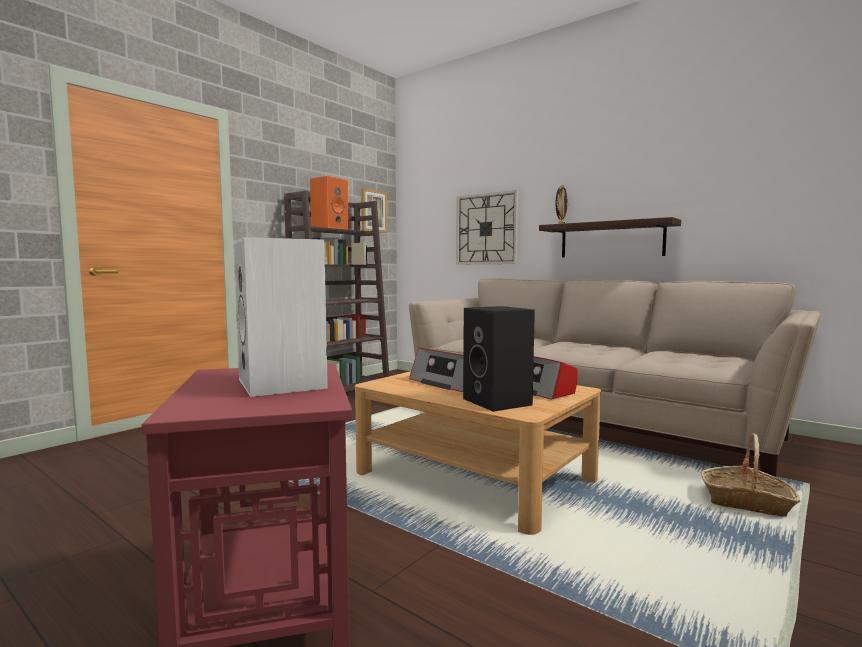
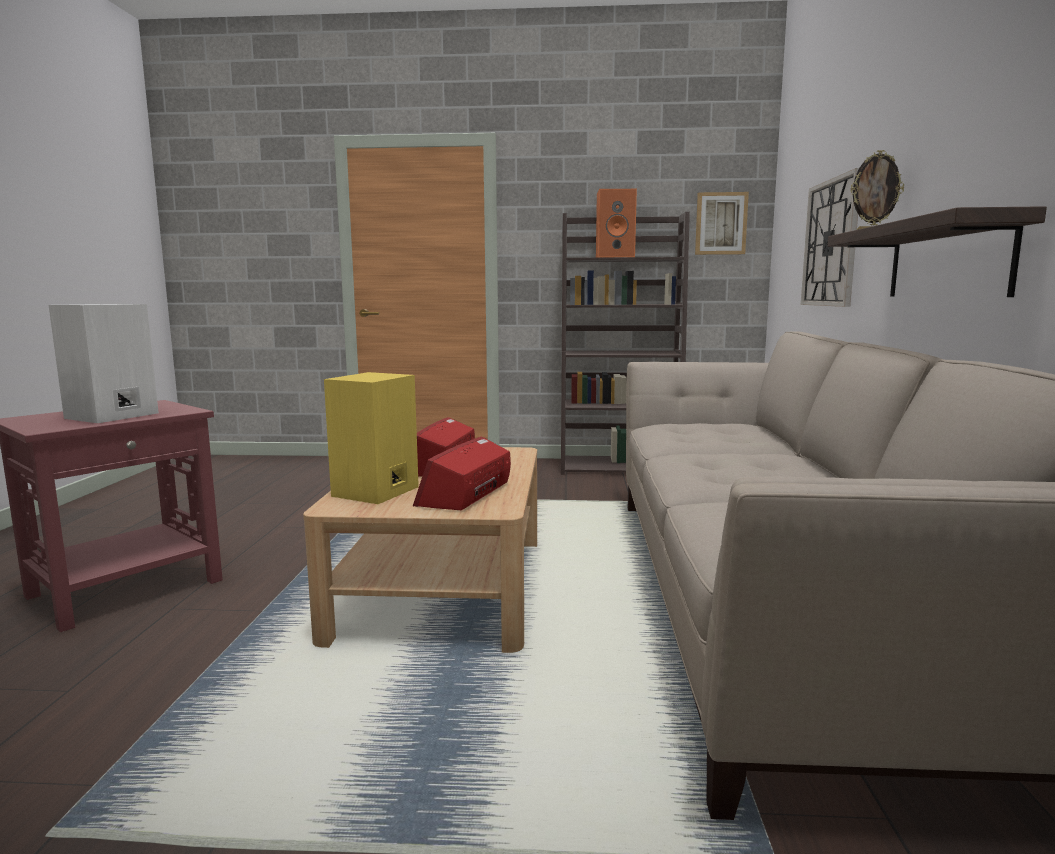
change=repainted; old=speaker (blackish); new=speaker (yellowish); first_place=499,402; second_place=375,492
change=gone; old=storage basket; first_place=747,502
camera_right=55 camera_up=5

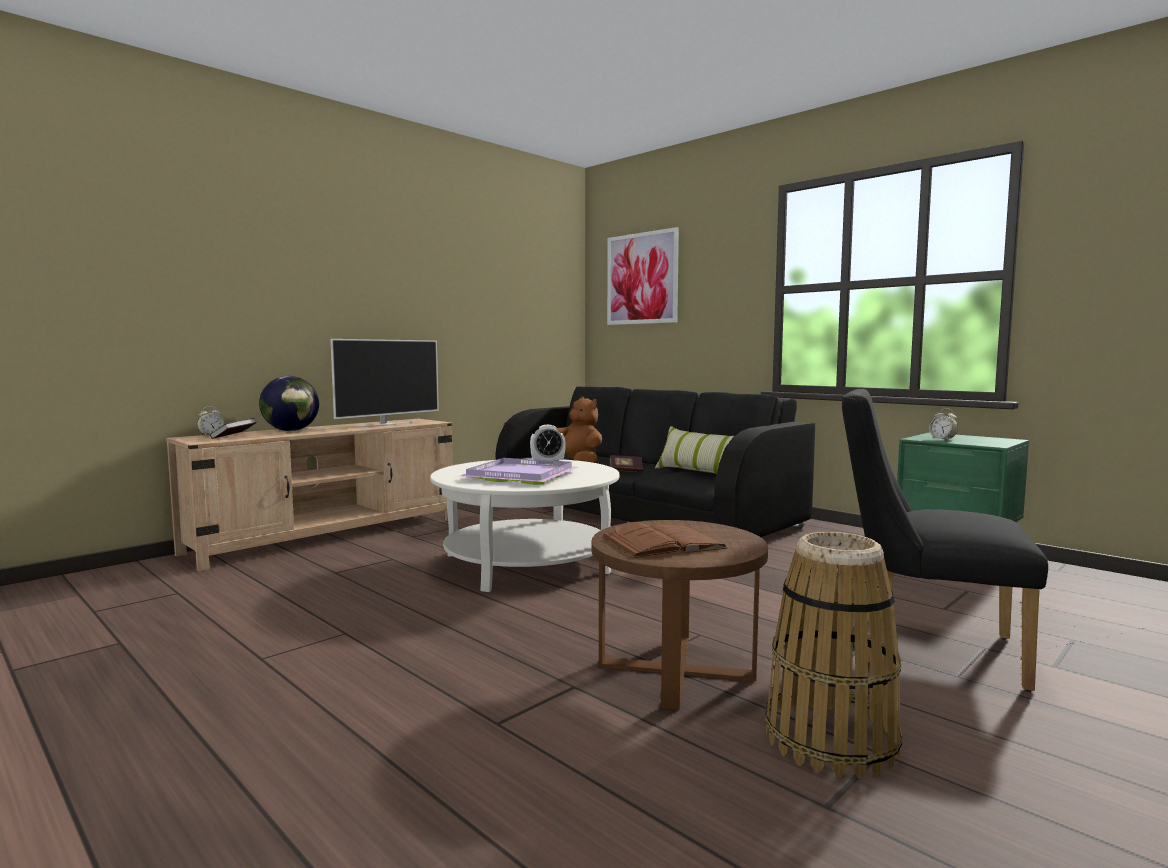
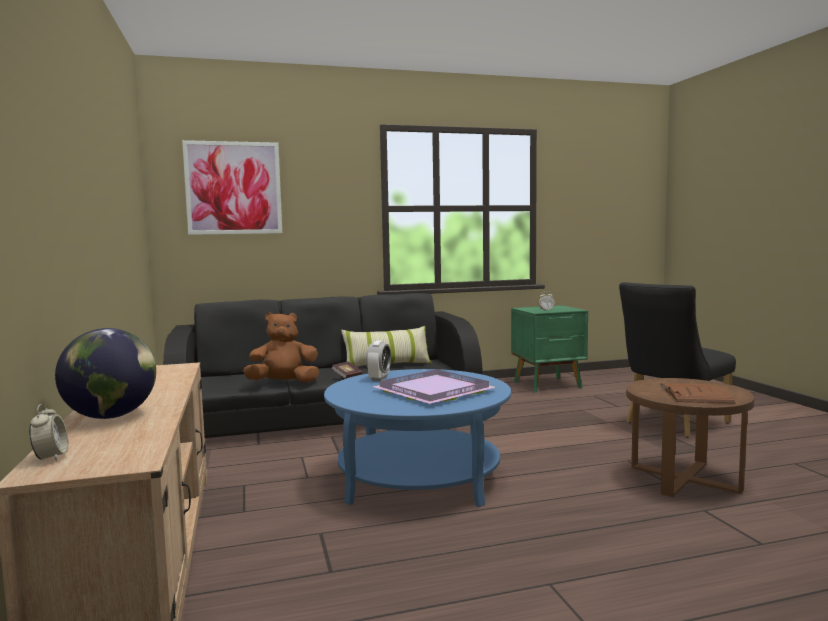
change=repainted; old=lounge table (white); new=lounge table (blue-coloured); first_place=527,563; second_place=419,477
change=gone; old=book; first_place=234,437
change=gone; old=television; first_place=386,424
change=gone; old=storage basket; first_place=831,740
camera_right=-60 camera_up=0

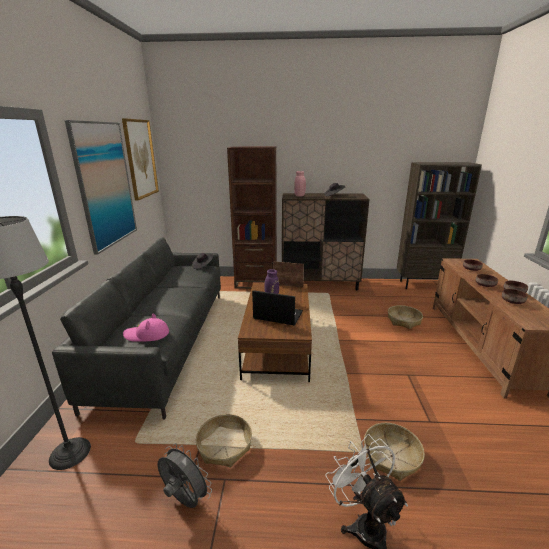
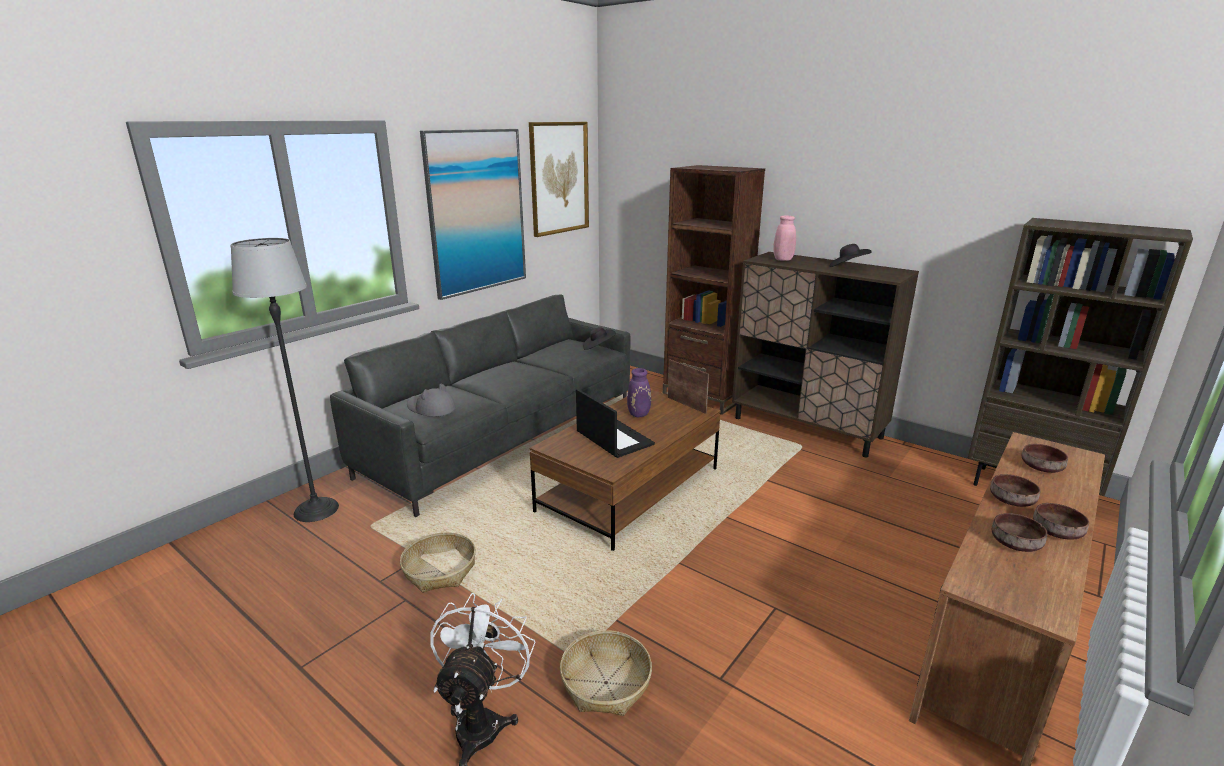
change=repainted; old=wearable hat (pink); new=wearable hat (gray); first_place=147,335; second_place=431,408
change=gone; old=cooling fan (gray); first_place=184,499
change=gone; old=storage basket; first_place=404,321
camera_right=35 camera_up=0

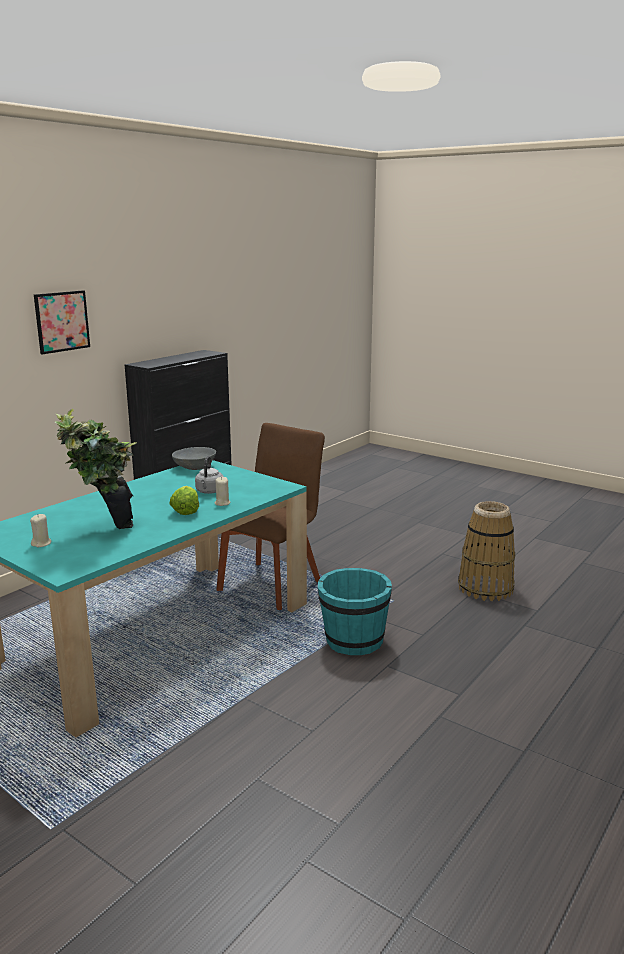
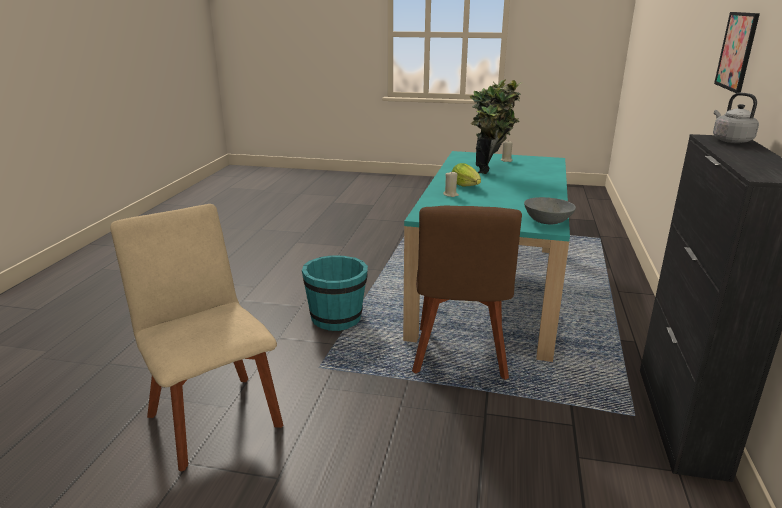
change=swapped; old=storage basket; new=upright chair (sand-coloured); first_place=485,588; second_place=213,416
change=shifted; old=kettle (gray); first_place=209,492; second_place=730,140
camera_right=155 camera_up=5

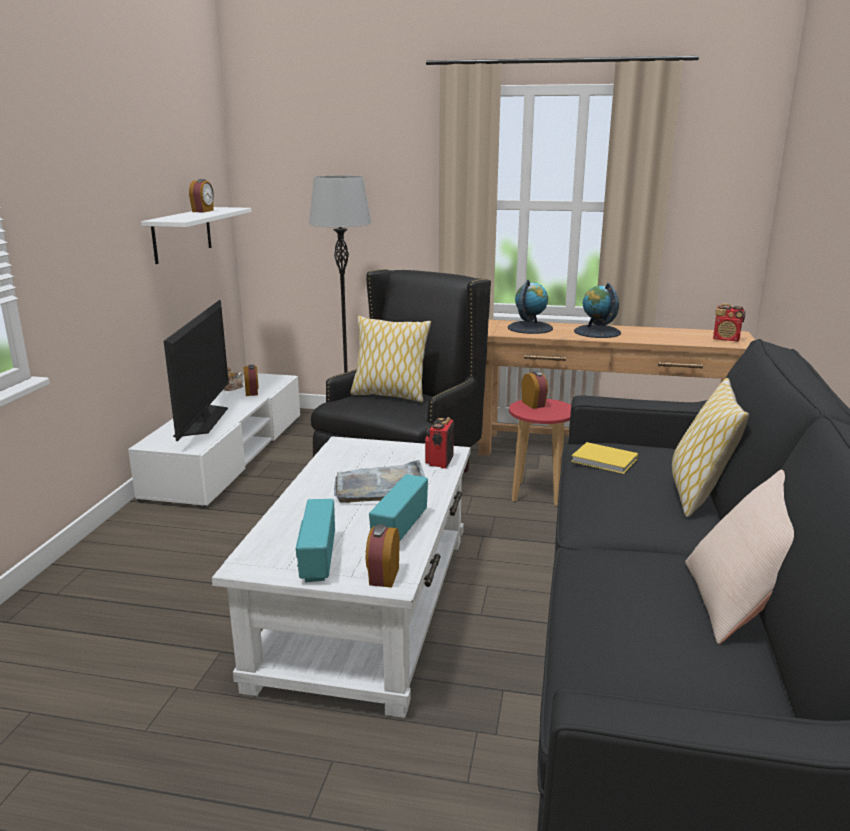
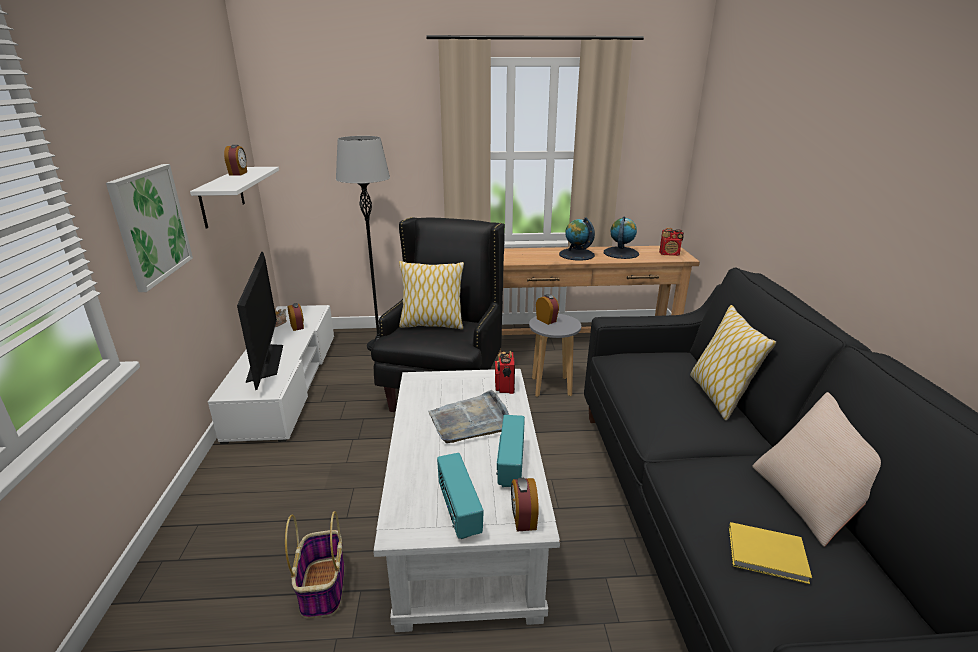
change=new; new=wall art; second_place=150,225
change=new; new=storage basket; second_place=322,586
change=repainted; old=sitting stool (red-coloured); new=sitting stool (gray); first_place=537,494; second_place=551,387
change=shifted; old=world globe; first_place=530,328; second_place=620,253
change=shifted; old=book (yellowish); first_place=605,461; second_place=769,556
camera_right=-15 camera_up=5

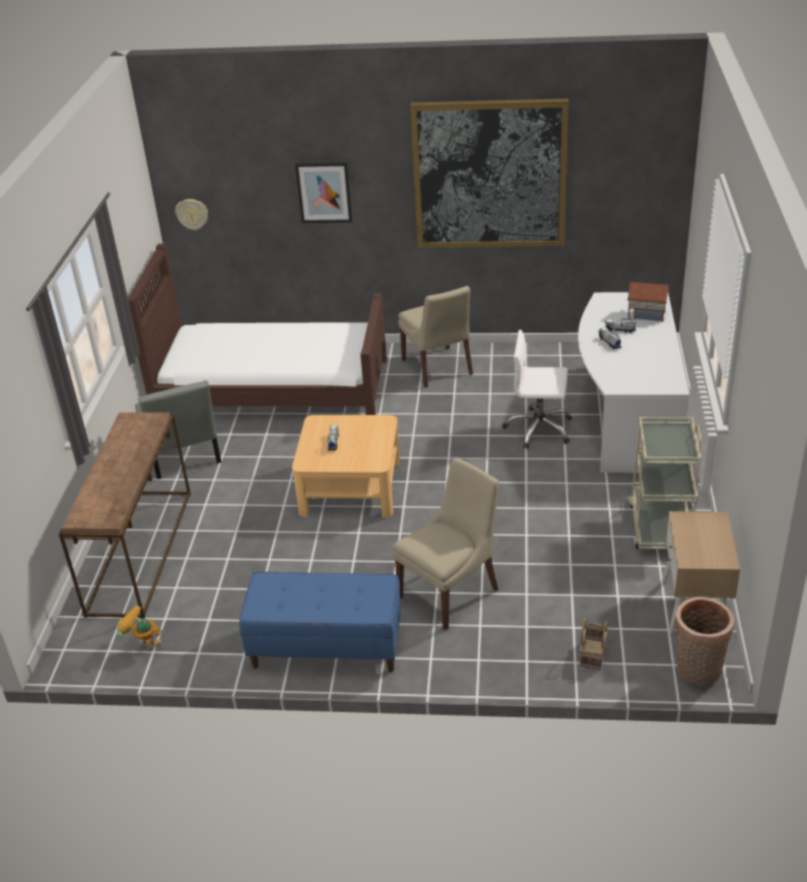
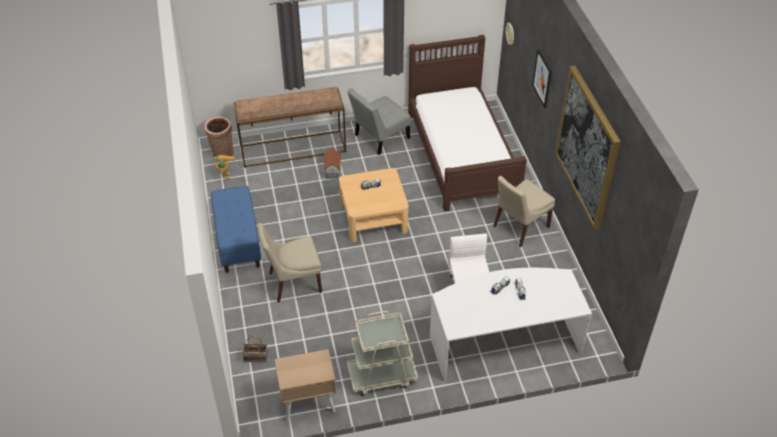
change=shifted; old=storage basket; first_place=697,671; second_place=222,153
change=rotated; old=upright chair (sand-coloured); first_place=450,591; second_place=293,283; degrees=135
change=shifted; old=model house; first_place=646,314; second_place=333,171
camera_right=70 camera_up=10

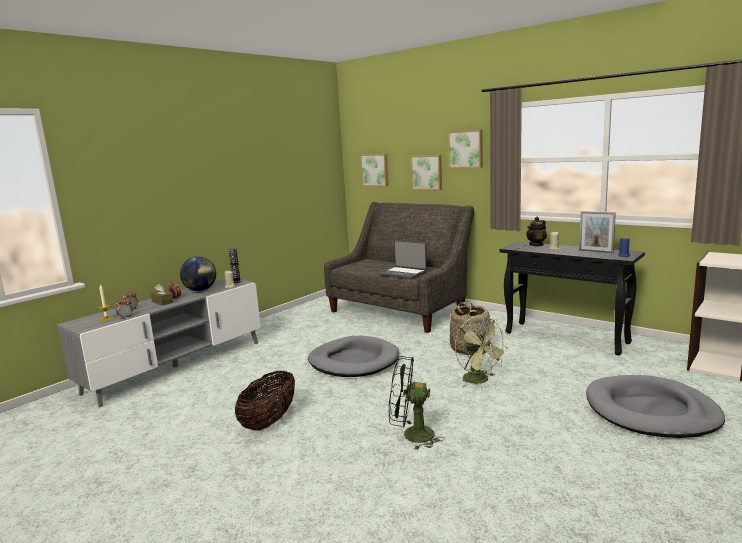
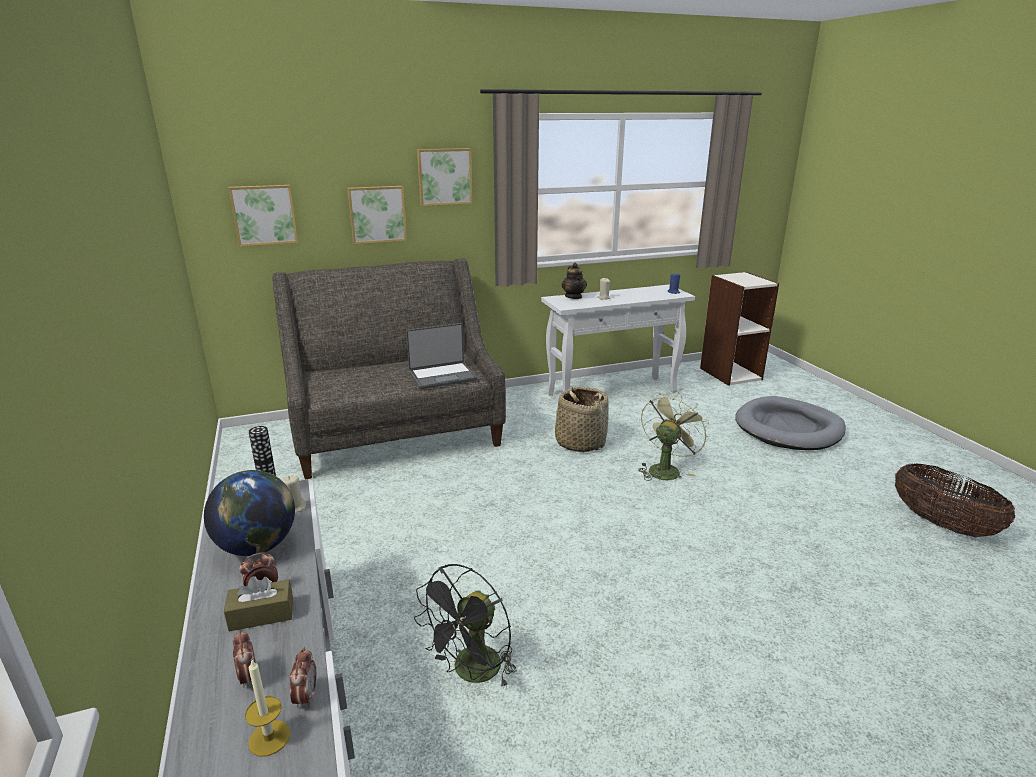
change=shifted; old=cooling fan (blackish); first_place=411,436; second_place=472,673
change=repainted; old=hall table (blackish); new=hall table (white); first_place=567,338; second_place=612,393
change=rotated; old=cooling fan (green); first_place=480,380; second_place=665,469; degrees=-60
change=shifted; old=storage basket; first_place=269,421; second_place=942,524
change=gone; old=dog bed (gray); first_place=353,361
change=gone; old=picture frame; first_place=595,251
camera_right=-60 camera_up=10

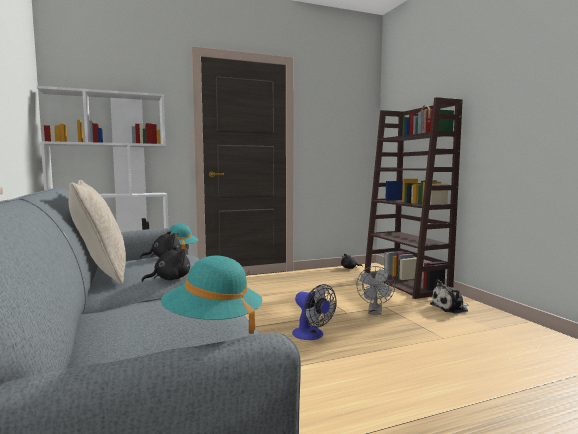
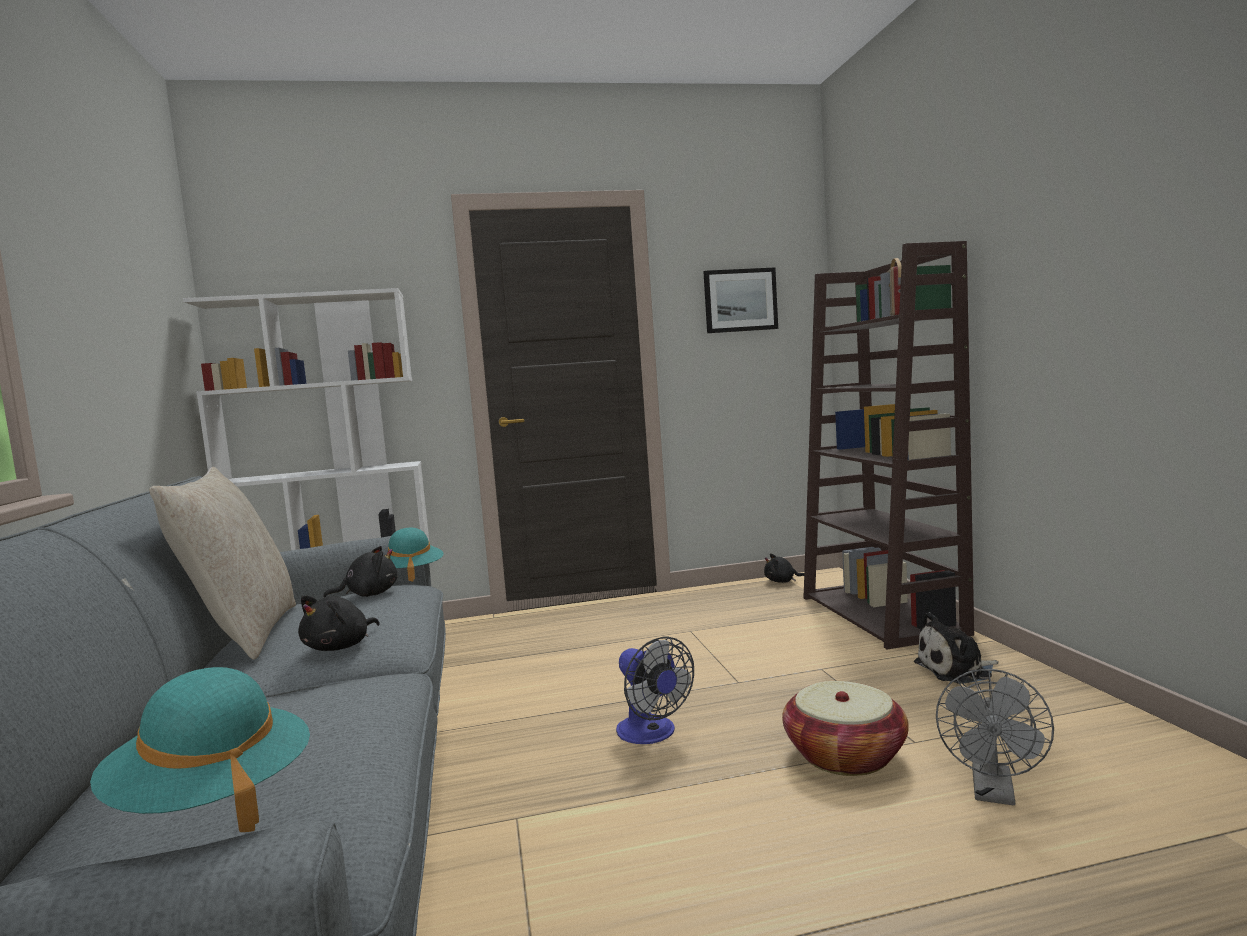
change=rotated; old=cuddly toy (blackish); first_place=170,279; second_place=340,647; degrees=150
change=new; new=wall art; second_place=740,300
change=new; new=storage basket; second_place=845,755
change=shifted; old=cooling fan (gray); first_place=375,312; second_place=994,793
camera_right=10 camera_up=0

